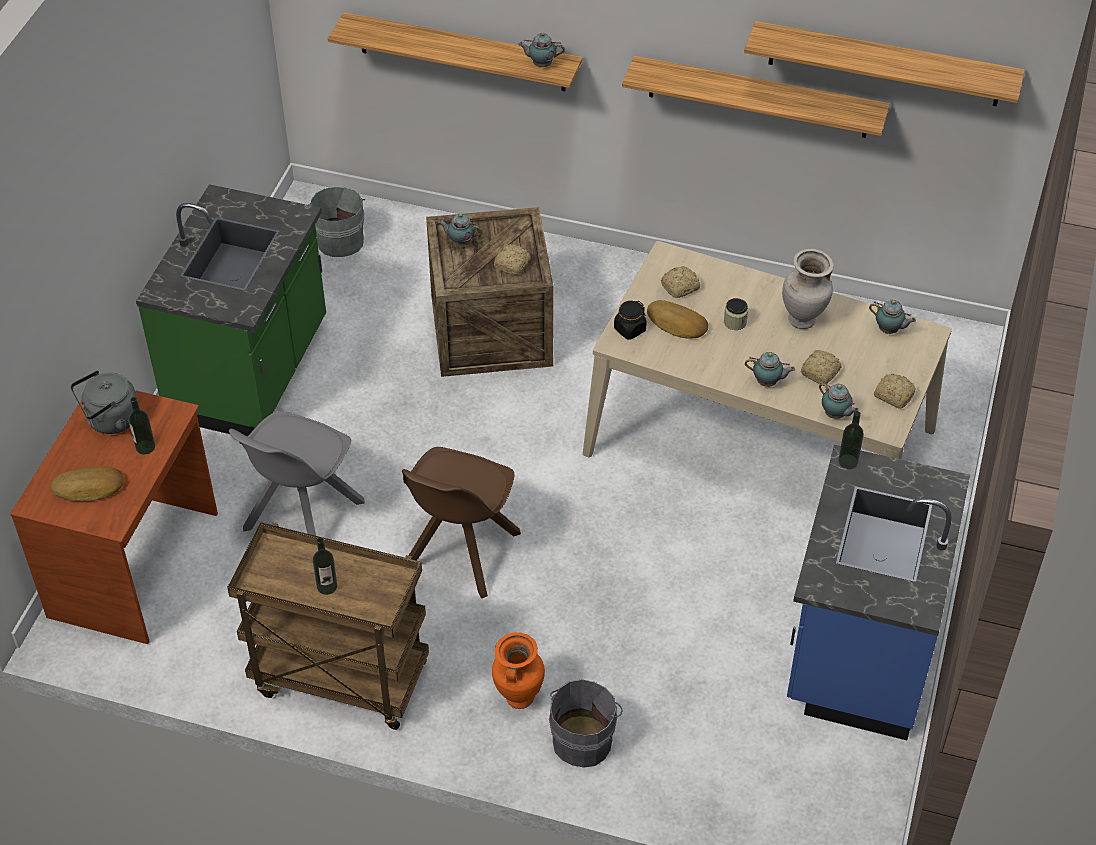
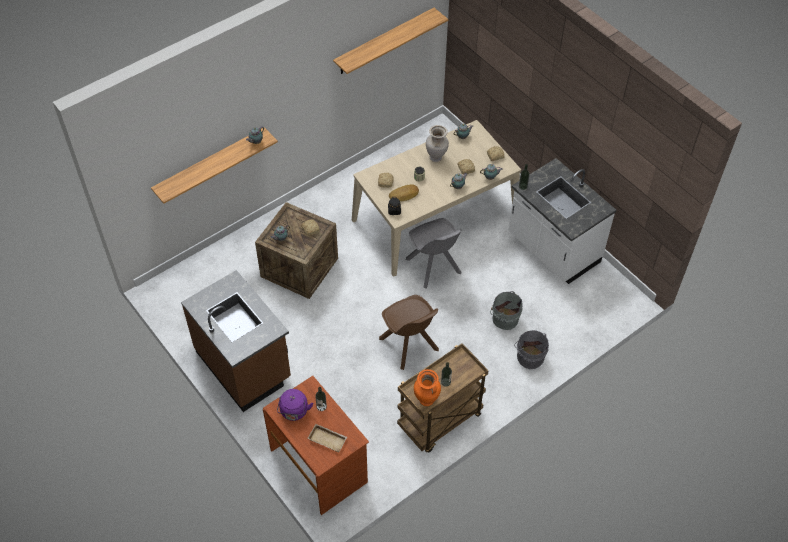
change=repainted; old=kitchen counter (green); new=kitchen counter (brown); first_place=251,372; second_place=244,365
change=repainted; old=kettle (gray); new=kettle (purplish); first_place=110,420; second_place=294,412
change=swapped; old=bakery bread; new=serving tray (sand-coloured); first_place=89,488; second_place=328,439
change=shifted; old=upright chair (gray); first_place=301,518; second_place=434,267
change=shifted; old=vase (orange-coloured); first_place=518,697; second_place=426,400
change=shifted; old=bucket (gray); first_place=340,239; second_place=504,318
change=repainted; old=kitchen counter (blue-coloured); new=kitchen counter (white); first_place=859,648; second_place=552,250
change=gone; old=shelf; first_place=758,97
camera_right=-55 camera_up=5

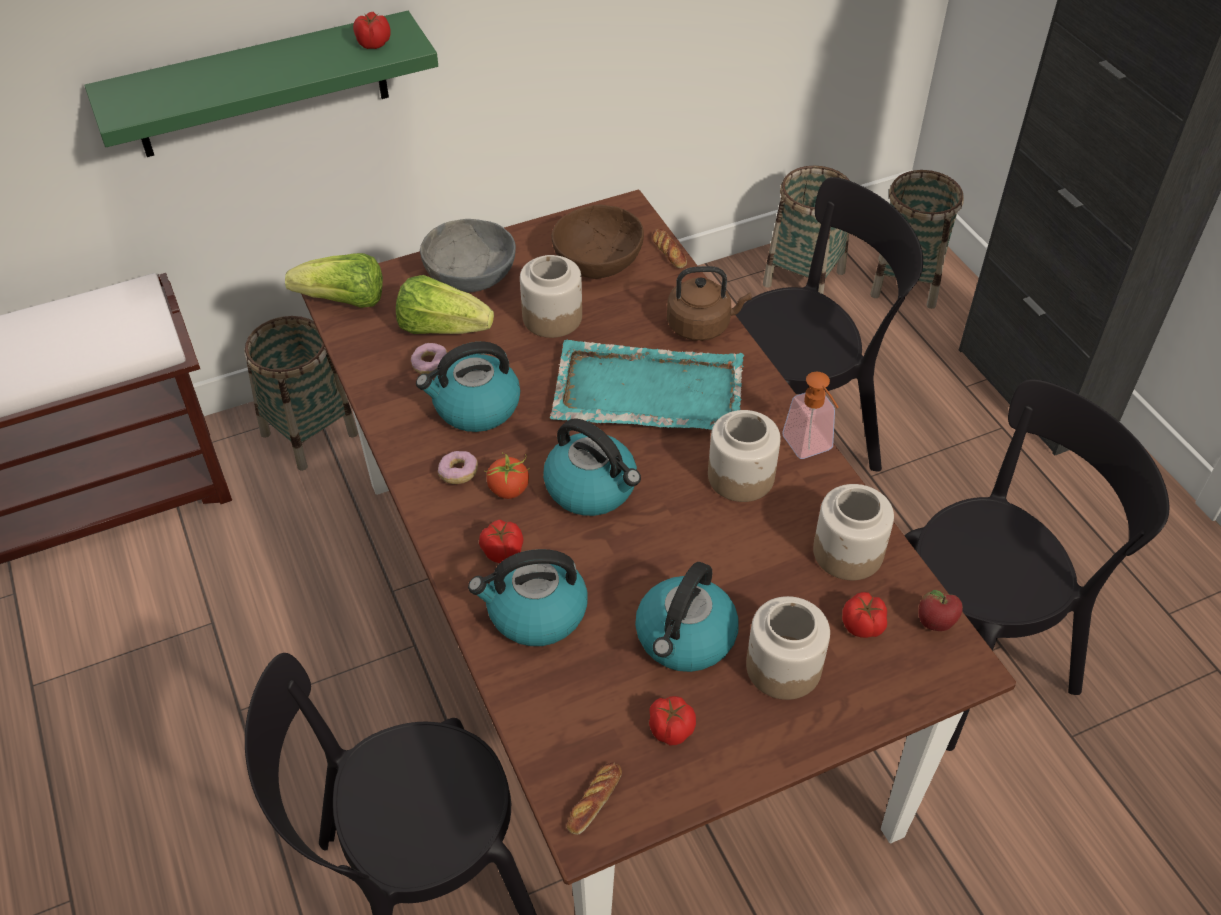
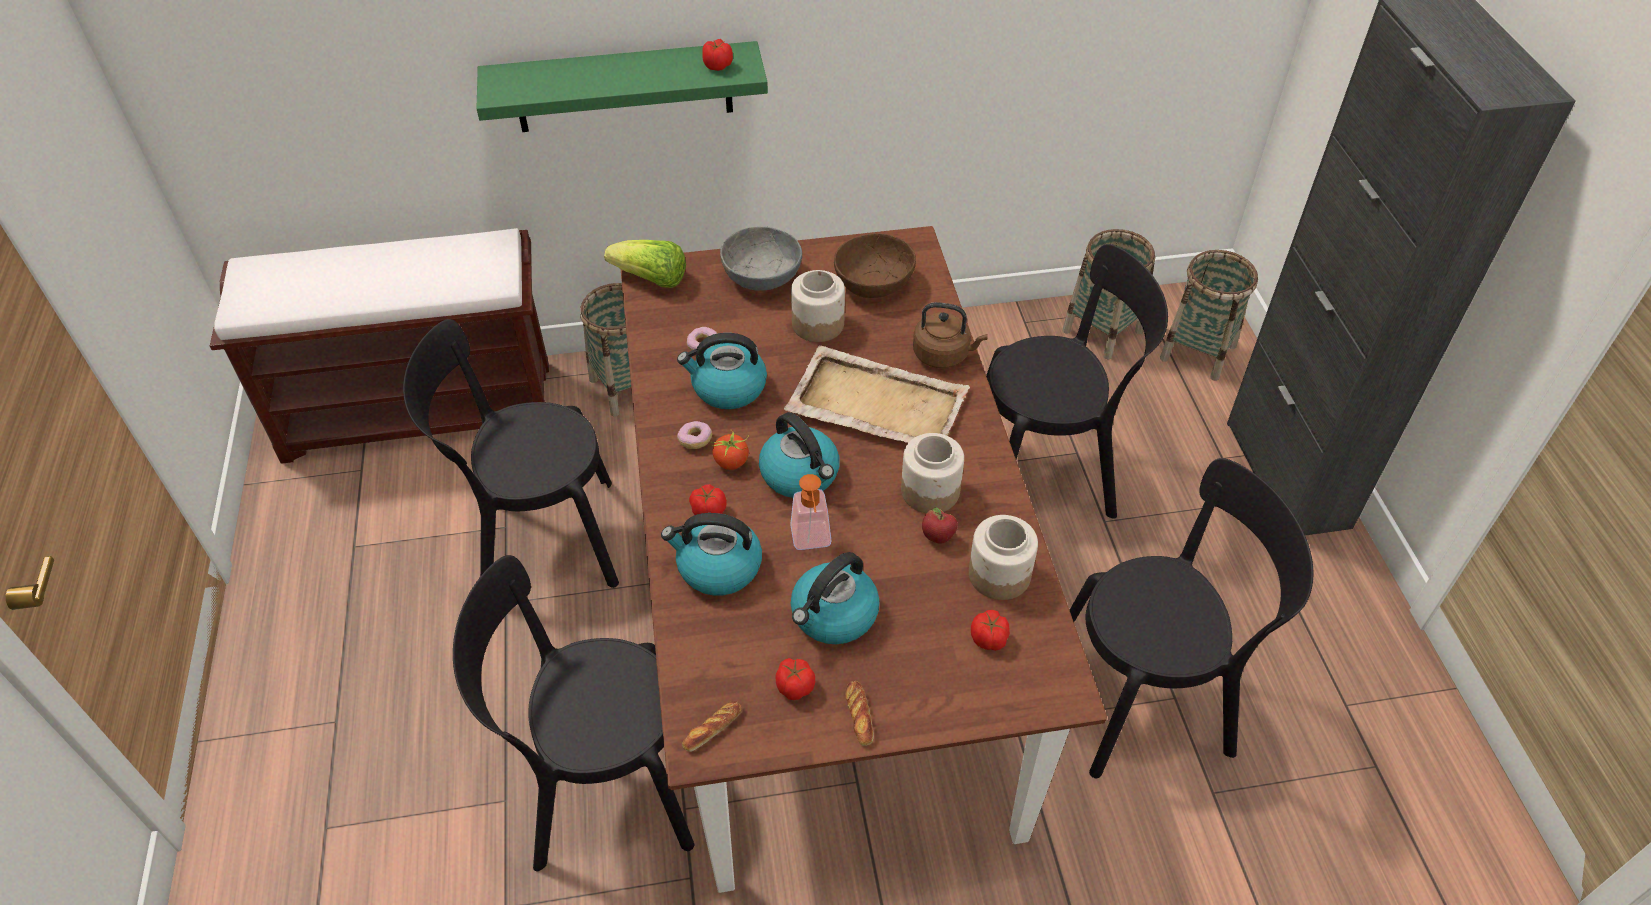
change=new; new=upright chair (blackish); second_place=538,541
change=repainted; old=serving tray (blue-green); new=serving tray (sand-coloured); first_place=646,391; second_place=875,403
change=shifted; old=soap bottle; first_place=811,449; second_place=812,542
change=shifted; old=bakery bread; first_place=669,252; second_place=859,715
change=shifted; old=apple fruit; first_place=935,624; second_place=937,538
change=gone; old=head of lettuce; first_place=442,328
change=gone; old=preserve jar; first_place=783,666
camera_right=15 camera_up=0

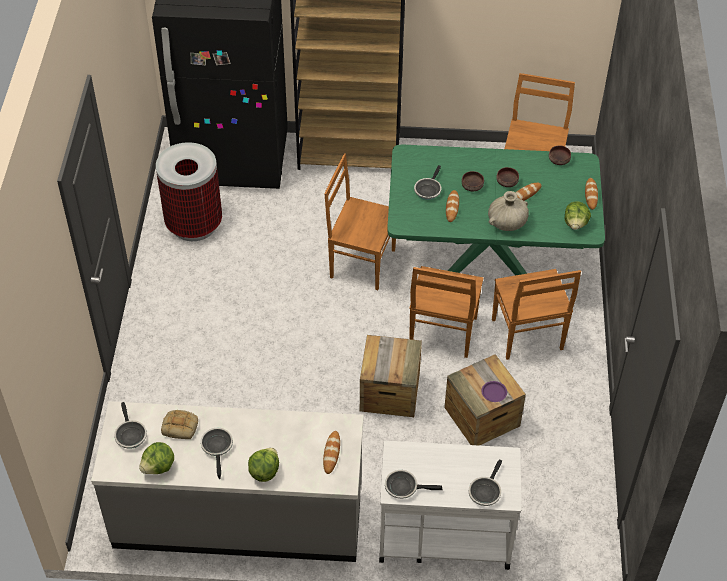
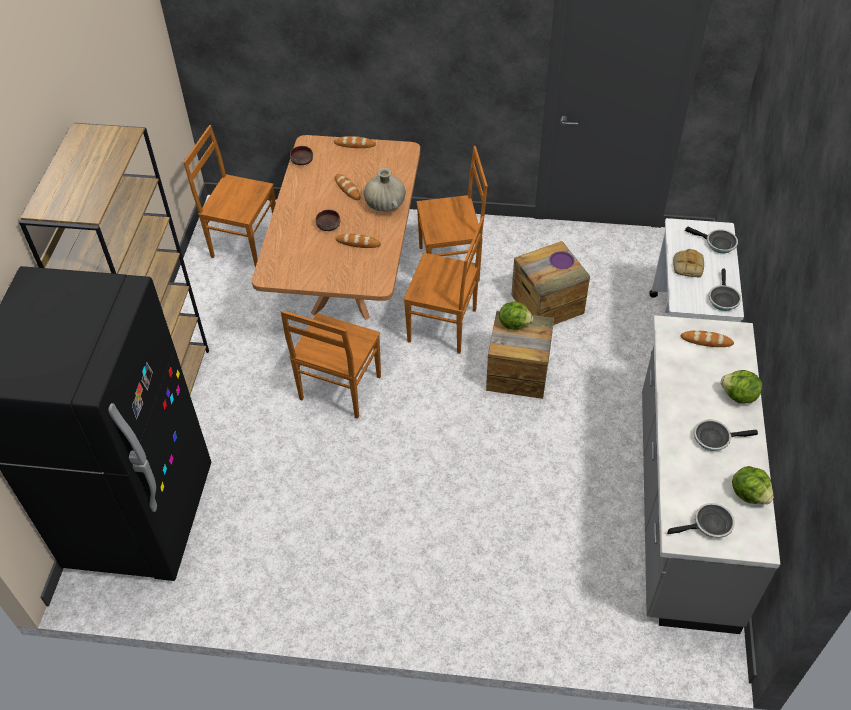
change=repainted; old=kitchen table (green); new=kitchen table (brown); first_place=487,259; second_place=348,284
change=shifted; old=head of lettuce; first_place=575,224; second_place=514,324
change=shifted; old=bakery bread; first_place=180,426; second_place=687,265
change=gone; old=rubbish bin; first_place=194,224
change=gone; old=frying pan; first_place=428,190
change=gone; old=deep dish (brown); first_place=507,182
camera_right=-85 camera_up=0

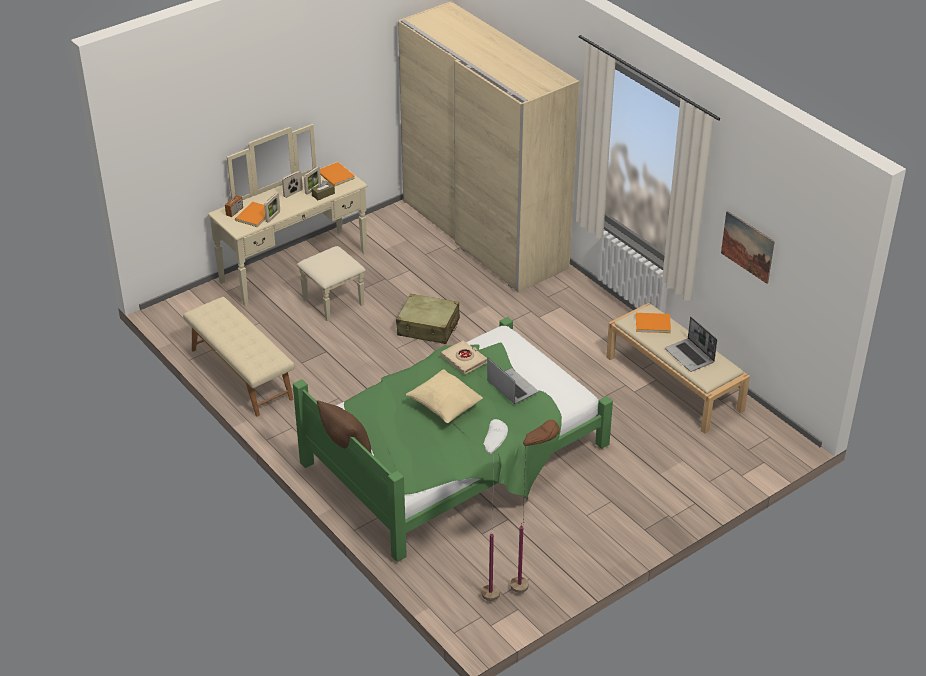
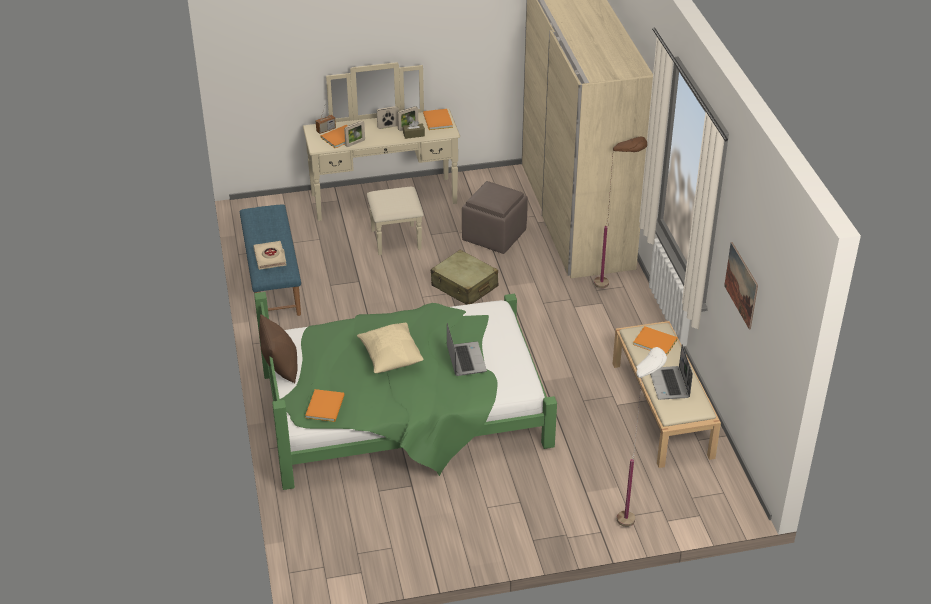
change=repainted; old=bench (sand-coloured); new=bench (blue-coloured); first_place=240,374; second_place=272,279
change=shifted; old=book (sand-coloured); first_place=464,360; second_place=270,257
change=new; new=book (orange-coloured); second_place=326,406
change=new; new=footrest (brown); second_place=493,236
change=shifted; old=standing lamp (brown); first_place=531,581; second_place=613,284
change=shifted; old=standing lamp (white); first_place=492,585; second_place=632,513
camera_right=25 camera_up=0

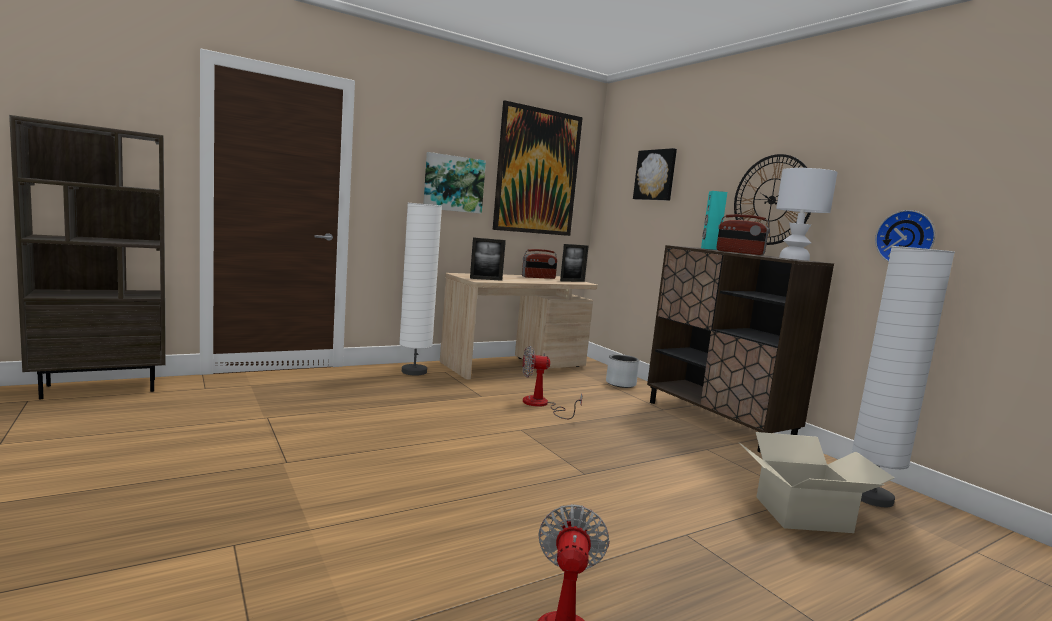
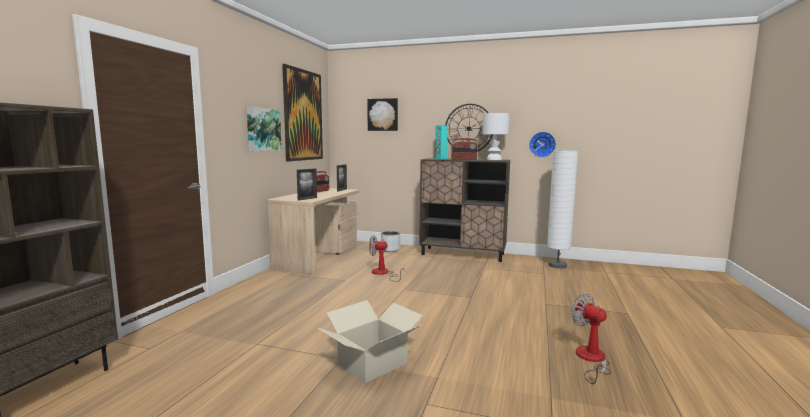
change=shifted; old=cardboard box; first_place=803,514; second_place=373,363
change=rotated; old=cooling fan; first_place=541,405; second_place=383,273; degrees=45
change=gone; old=standing lamp (white); first_place=414,371
camera_right=-40 camera_up=0

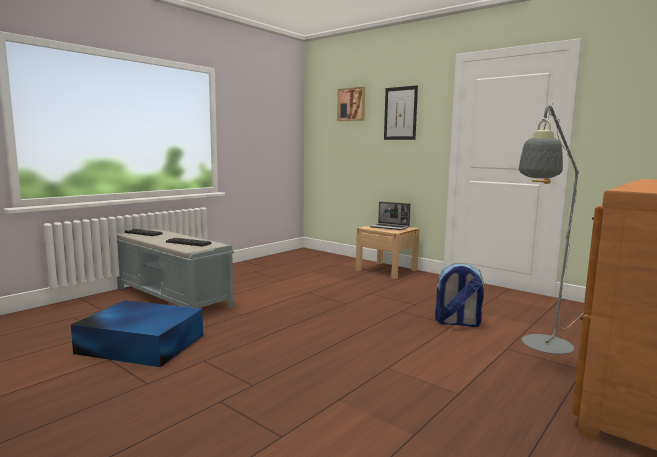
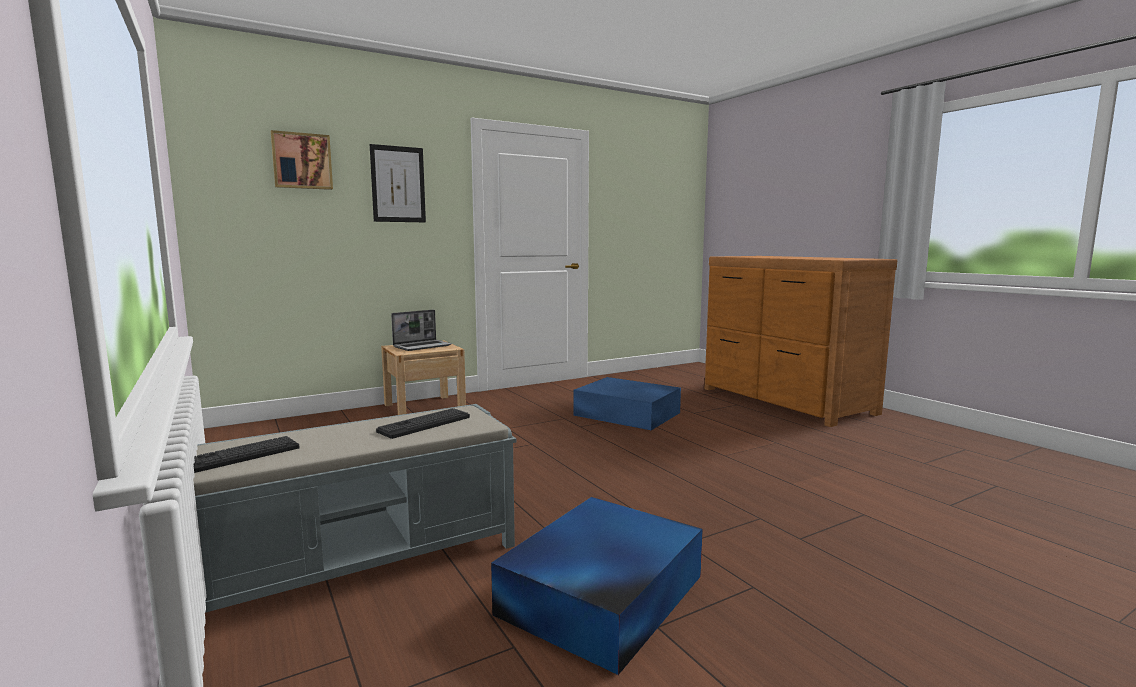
change=swapped; old=rucksack; new=storage container (blue-coloured); first_place=457,322; second_place=628,414
change=gone; old=standing lamp (gray); first_place=543,348
camera_right=-70 camera_up=0

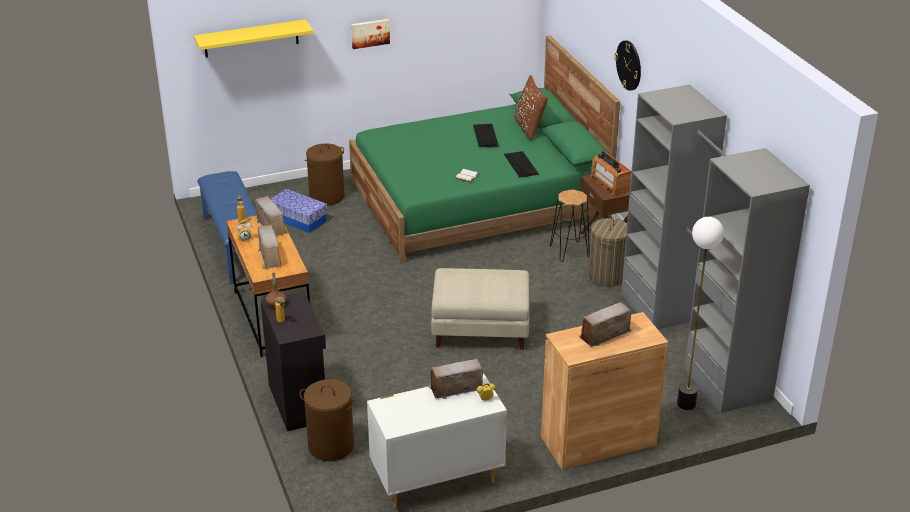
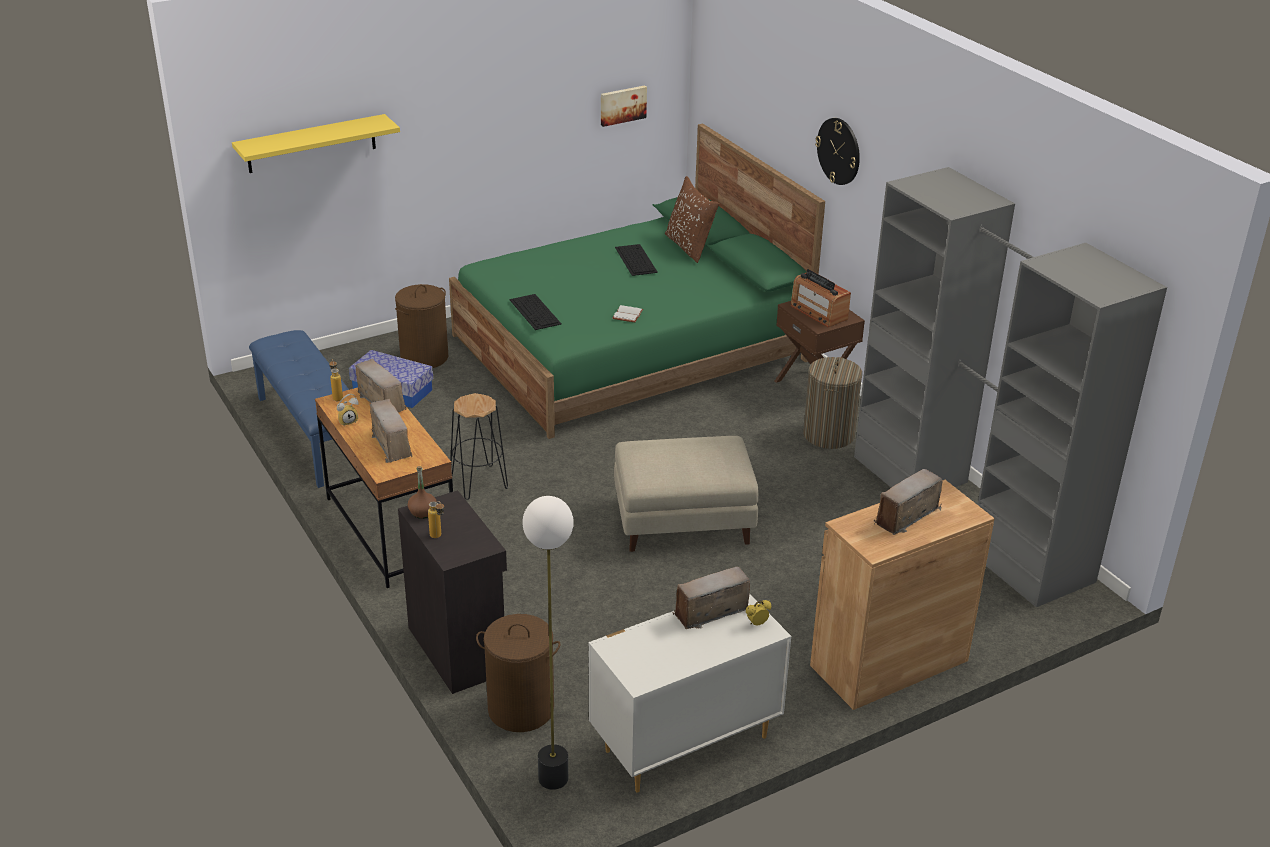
change=shifted; old=sitting stool (blackish); first_place=569,251; second_place=479,483
change=shifted; old=computer keyboard; first_place=521,164; second_place=535,312
change=shifted; old=standing lamp; first_place=686,404; second_place=552,778
change=shifted; old=wall art; first_place=370,33; second_place=622,105
camera_right=-10 camera_up=0

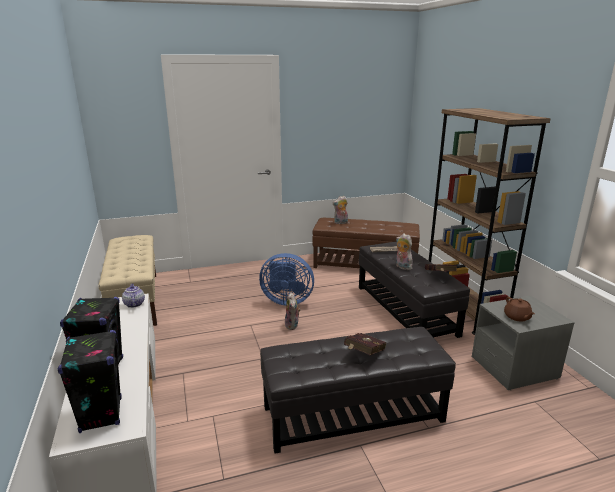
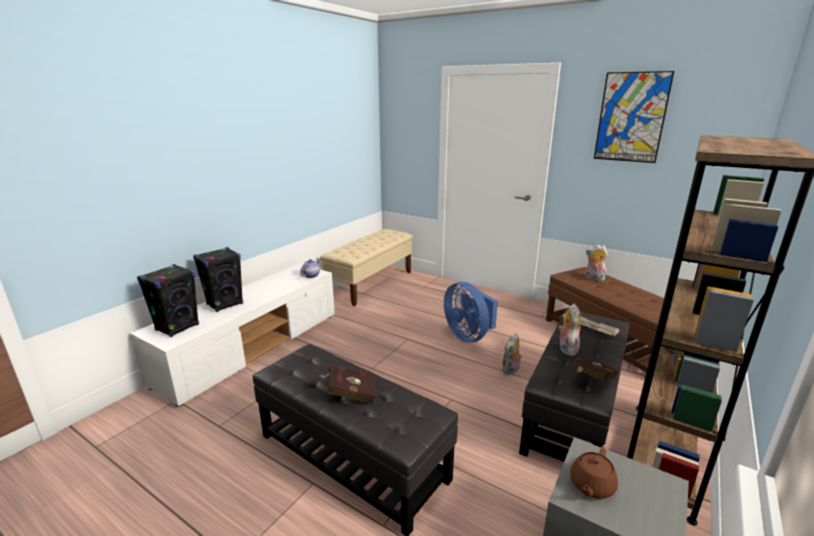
change=shifted; old=cuddly toy; first_place=293,325; second_place=511,370
change=new; new=wall art; second_place=631,117
camera_right=50 camera_up=0

